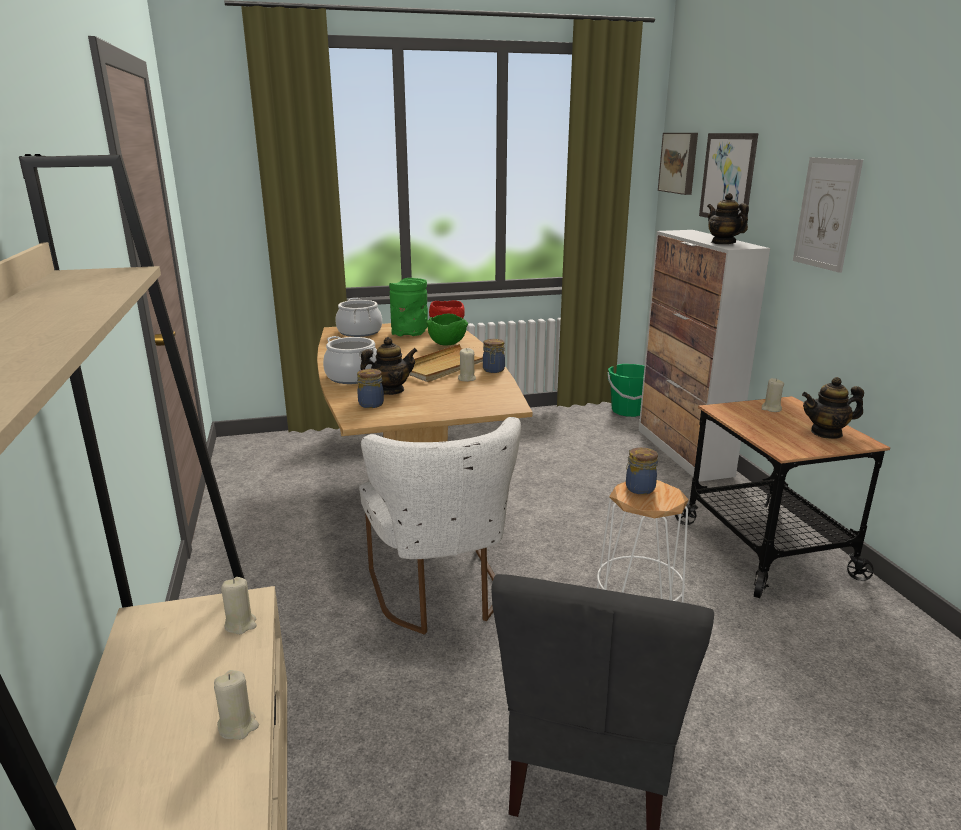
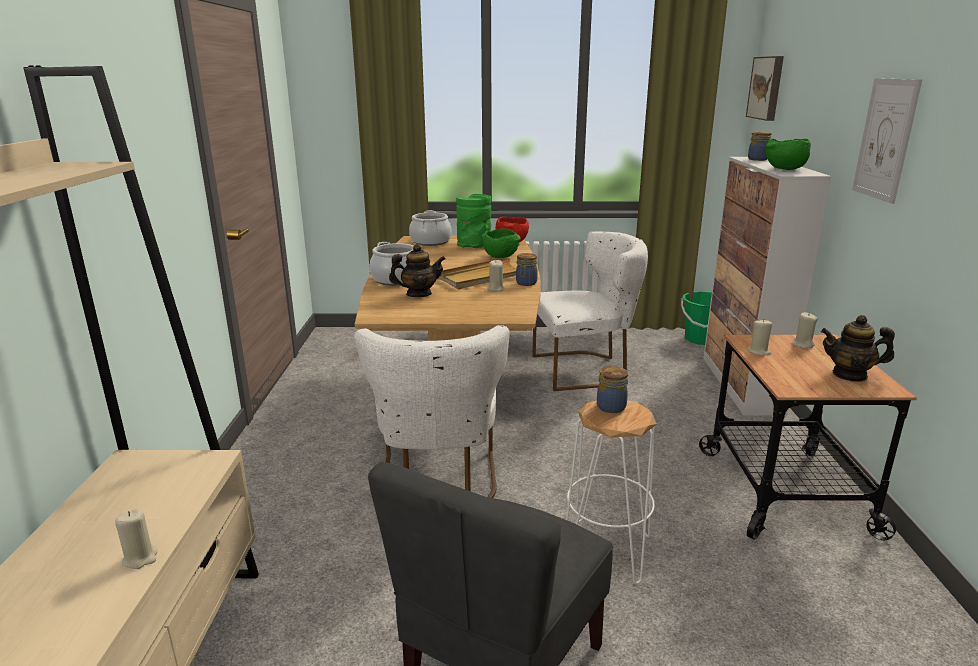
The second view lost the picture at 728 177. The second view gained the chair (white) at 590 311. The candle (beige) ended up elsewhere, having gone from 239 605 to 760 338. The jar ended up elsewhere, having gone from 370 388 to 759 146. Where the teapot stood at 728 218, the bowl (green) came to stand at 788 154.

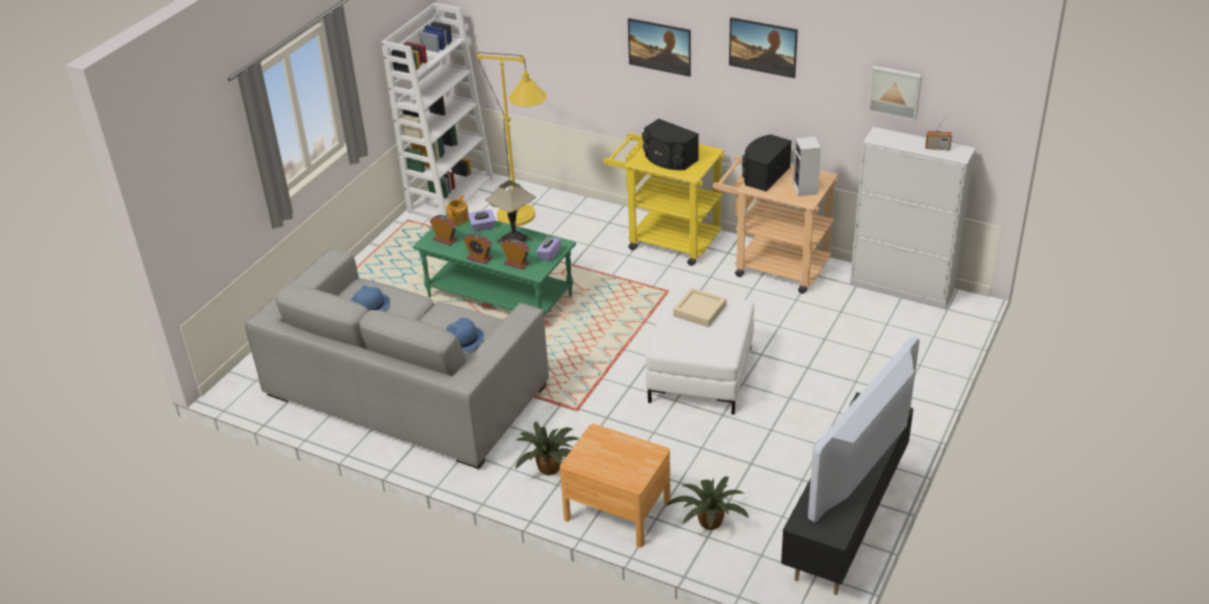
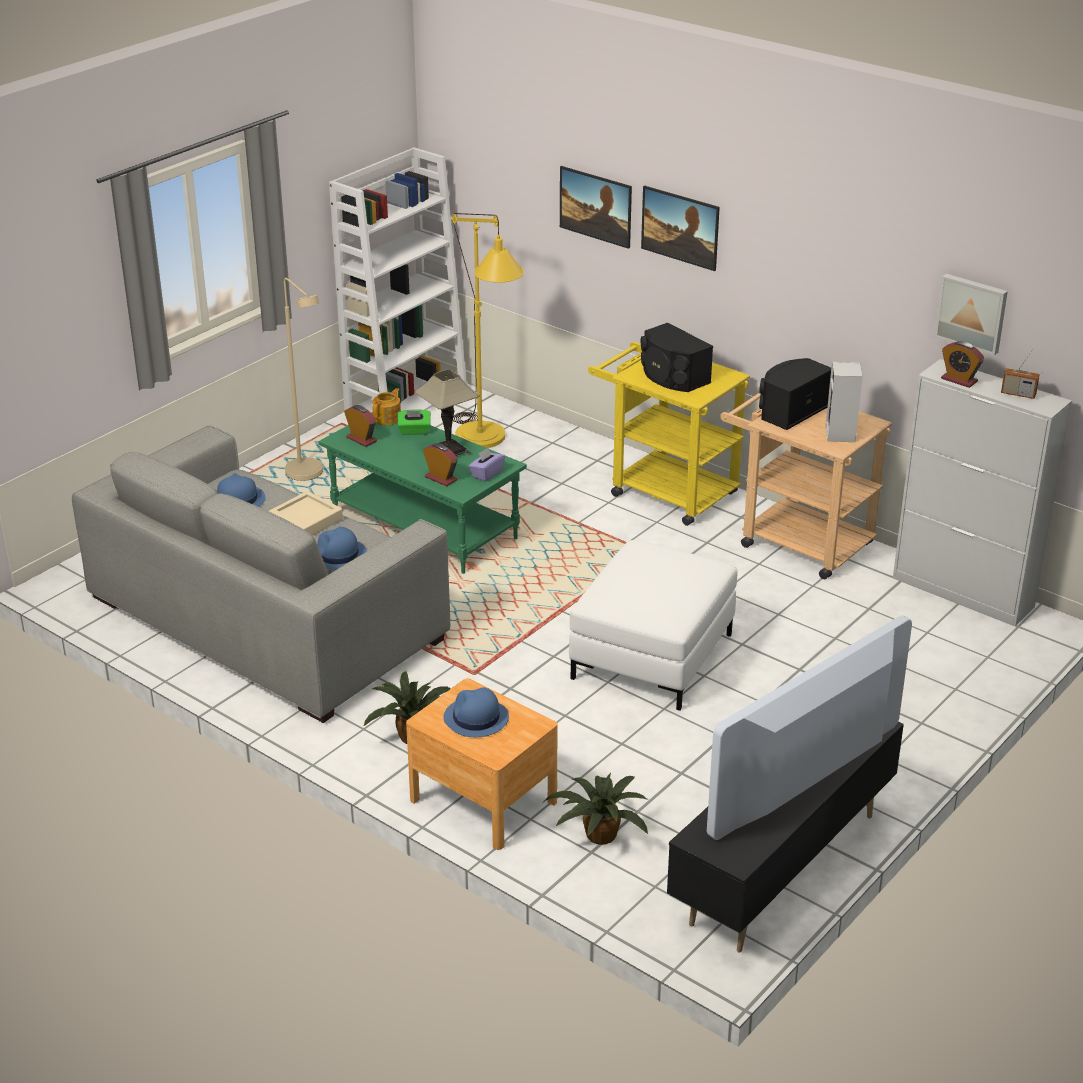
The second view gained the floor lamp (beige) at 303 379. The second view gained the hat (blue) at 476 712. The alarm clock ended up elsewhere, having gone from 477 248 to 962 364. The tray (beige) ended up elsewhere, having gone from 699 307 to 306 513. The picture ended up elsewhere, having gone from 763 47 to 596 207. What was the tissue box (purple) at 481 220 turned into the tissue box (green) at 414 422.

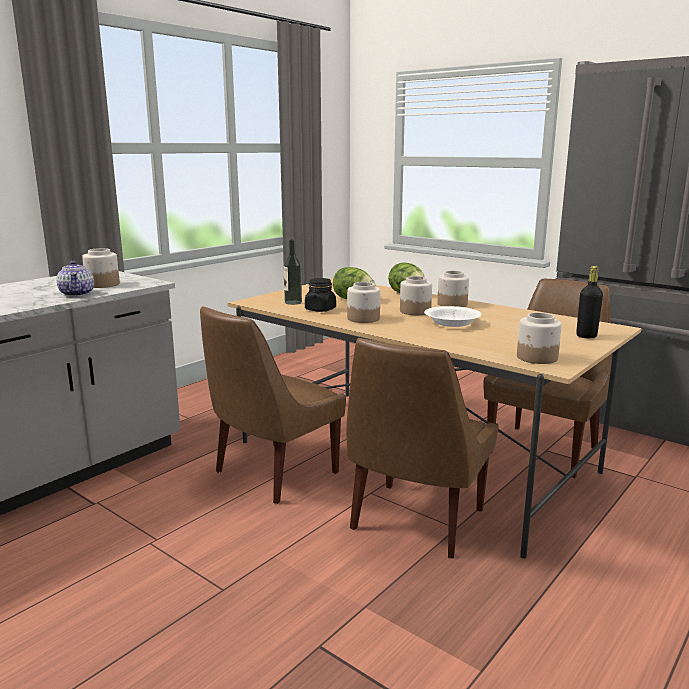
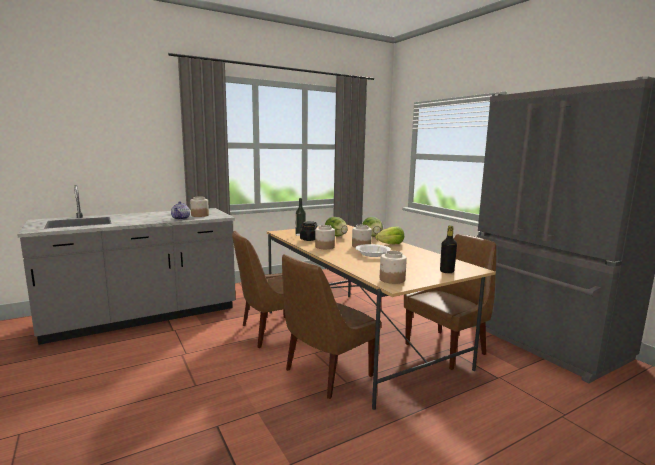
Where the jar stood at 453 289, the lettuce came to stand at 389 235.

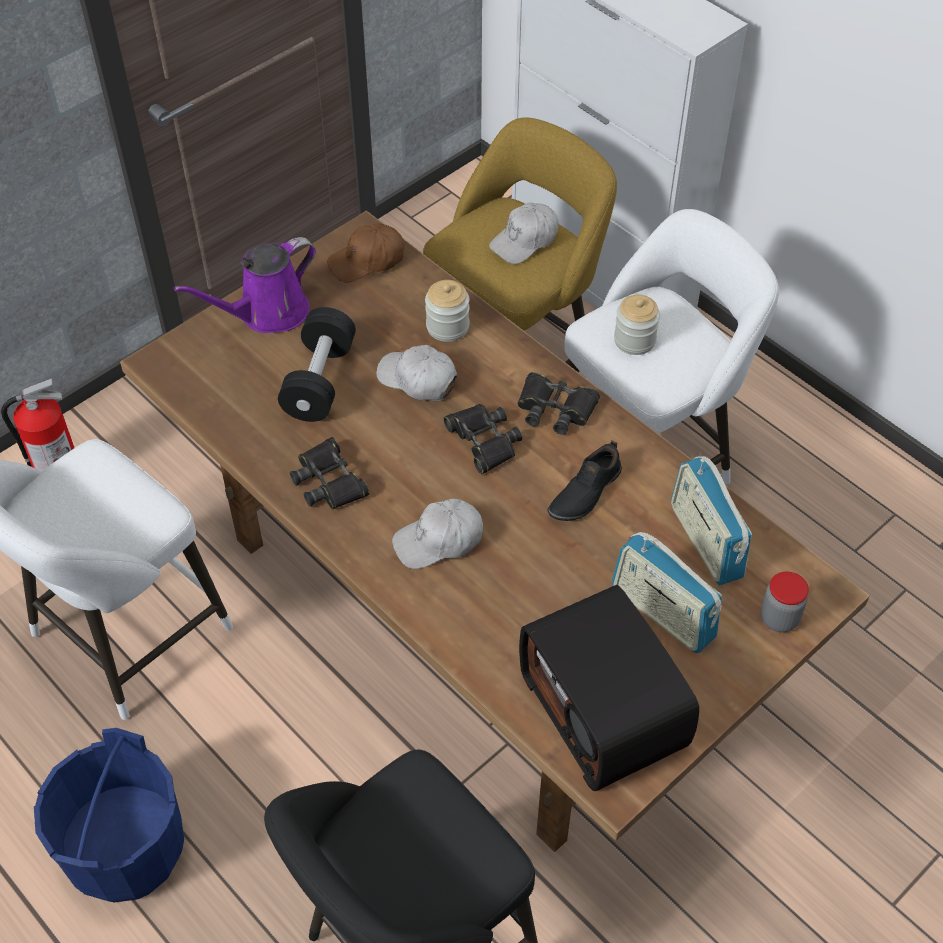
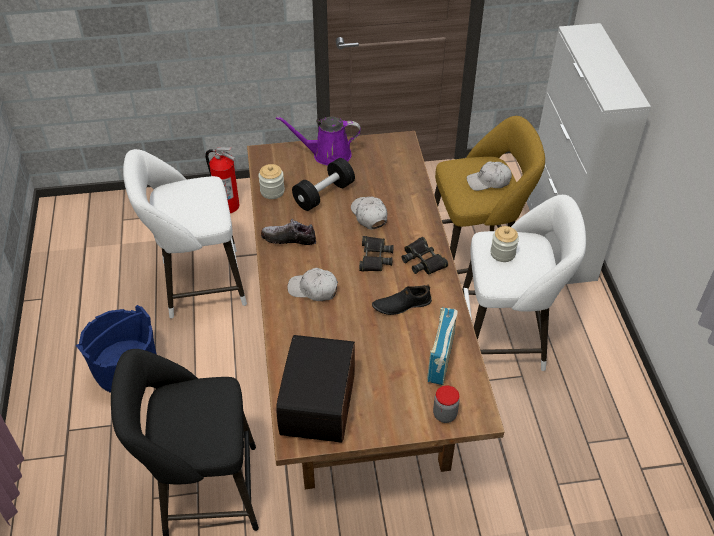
The second view lost the cap (brown) at 365 252. The second view lost the radio at 667 592. The jar ended up elsewhere, having gone from 447 311 to 271 181. Where the binoculars (black) stood at 330 473, the shoe came to stand at 288 232.

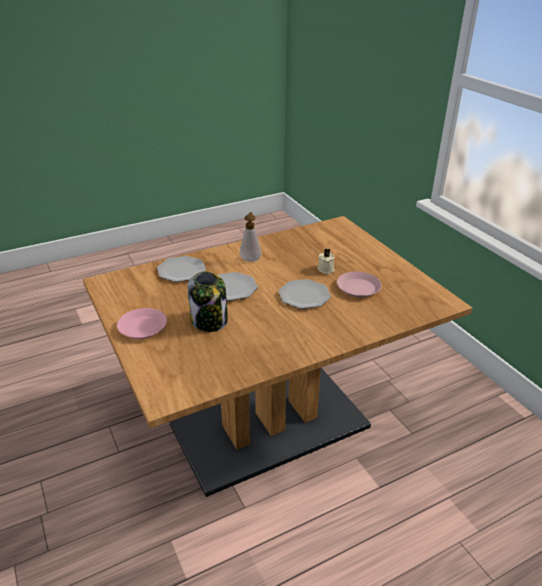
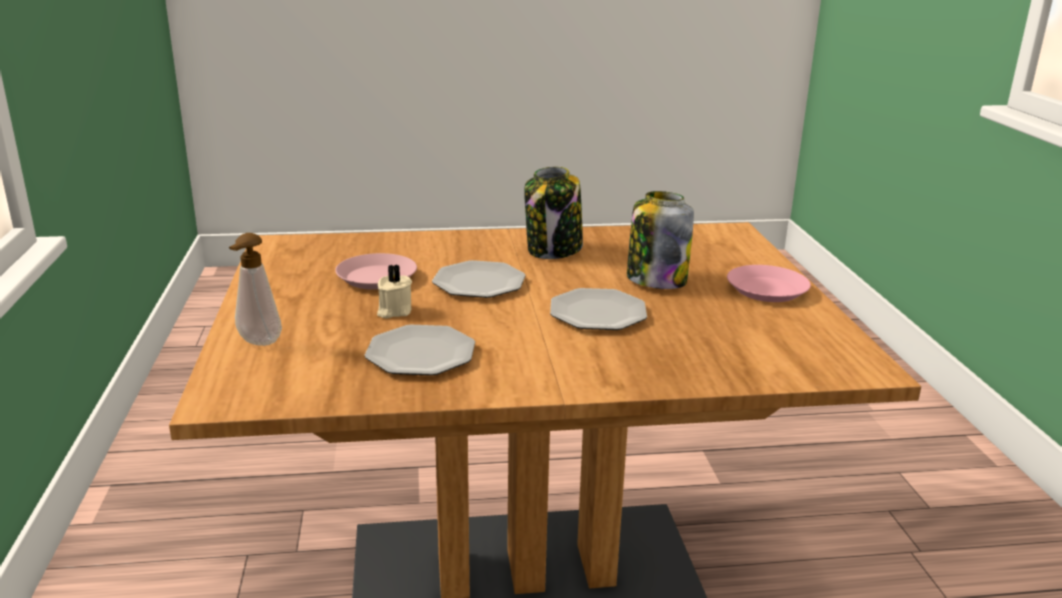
The second view gained the jar at 553 213. The plate ended up elsewhere, having gone from 181 269 to 420 350. The soap dispenser ended up elsewhere, having gone from 250 237 to 255 289.

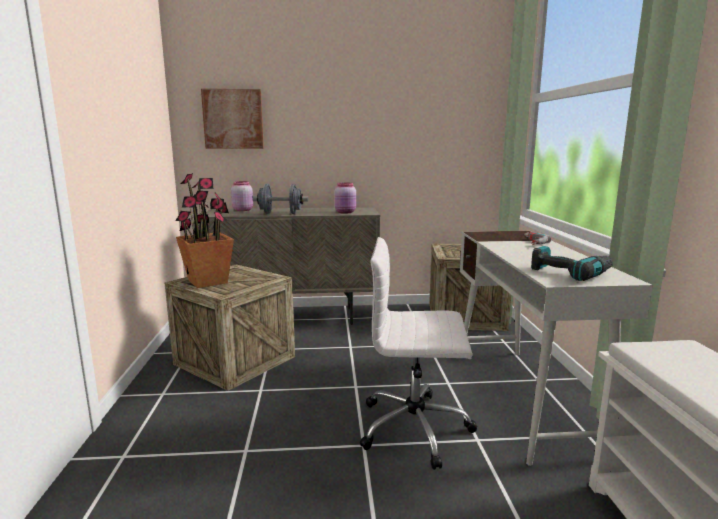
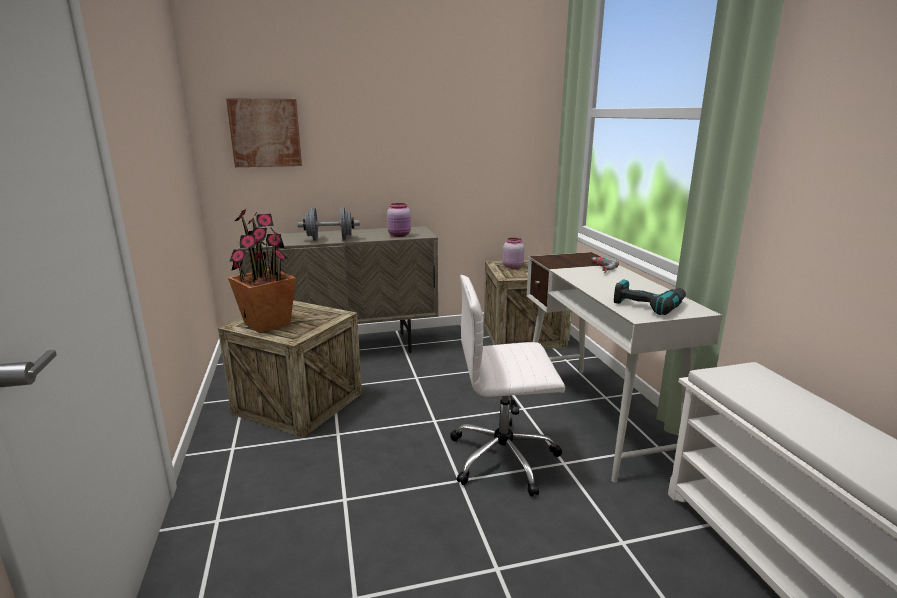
The jar (pink) ended up elsewhere, having gone from 242 196 to 513 253.

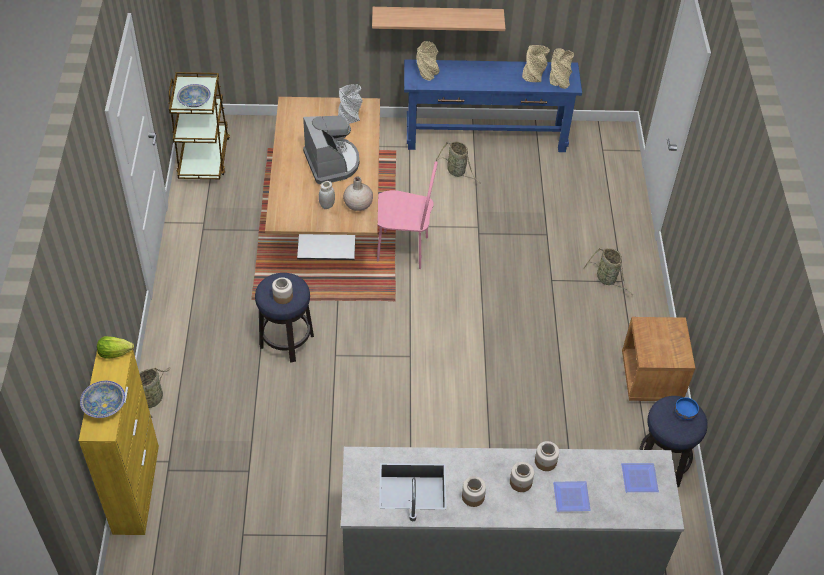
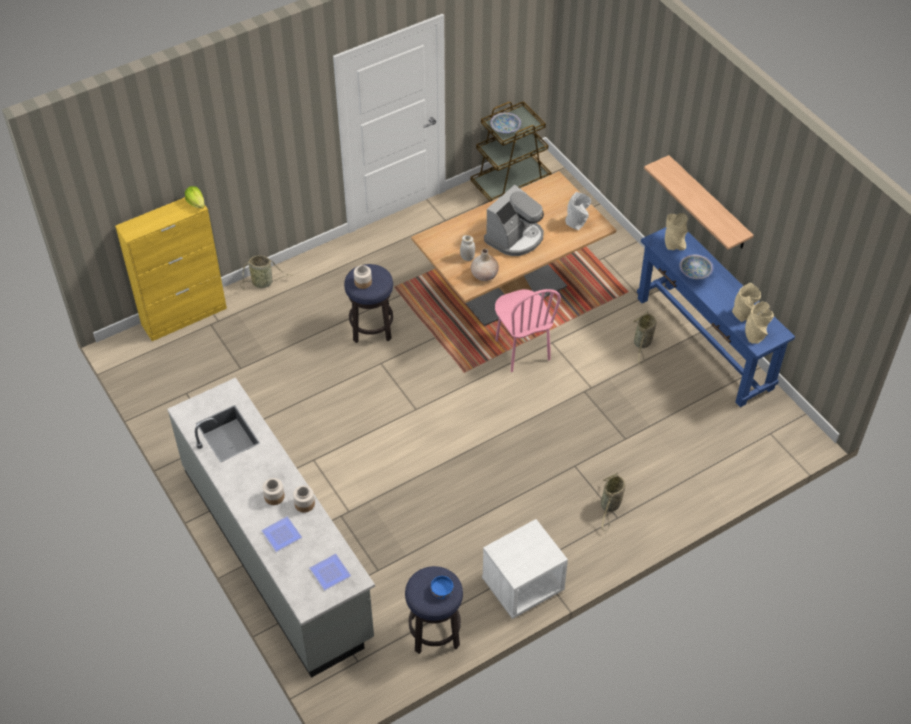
The second view lost the jar at 474 491. The bowl ended up elsewhere, having gone from 102 399 to 696 266. What was the nightstand (brown) at 658 359 turned into the nightstand (white) at 525 569.

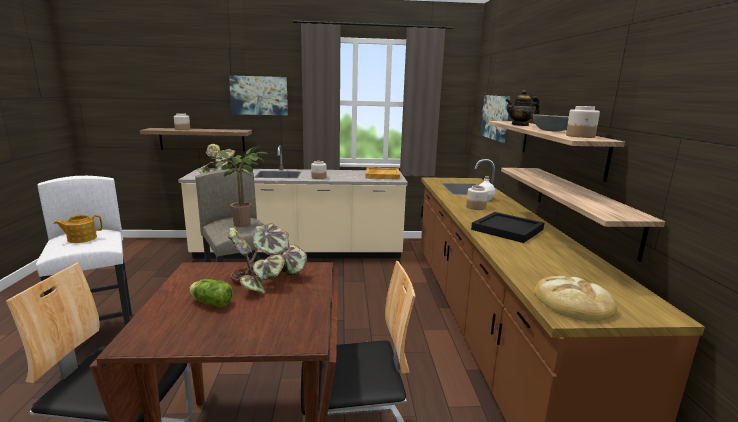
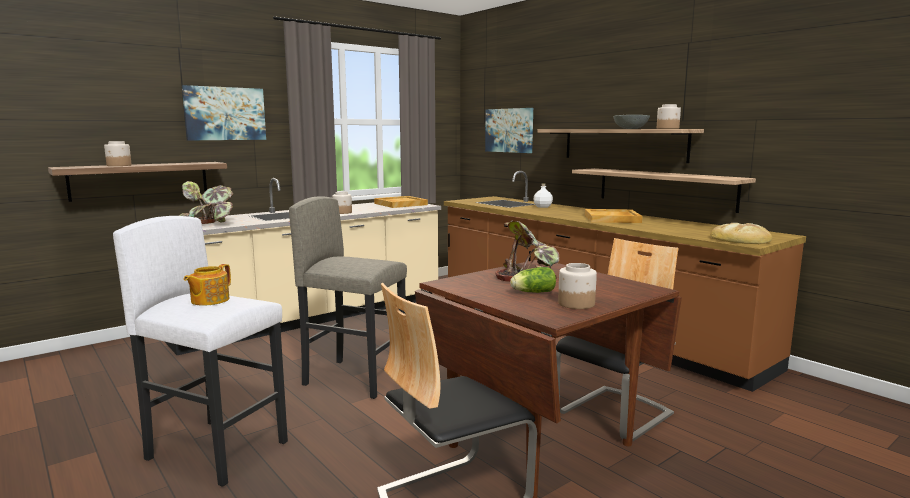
The second view lost the potted plant at 240 186. The second view lost the teapot at 522 108. The jar ended up elsewhere, having gone from 477 198 to 577 286. What was the tray (black) at 507 227 turned into the tray (beige) at 613 216.

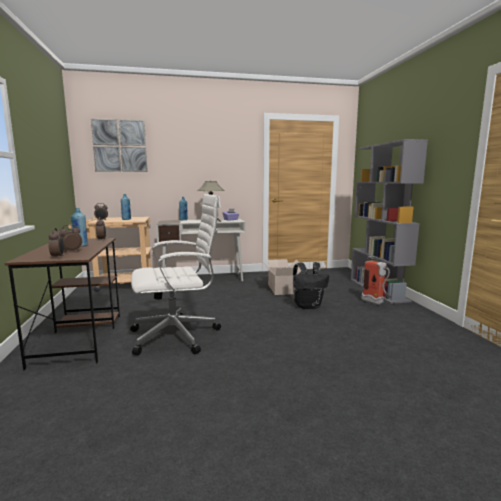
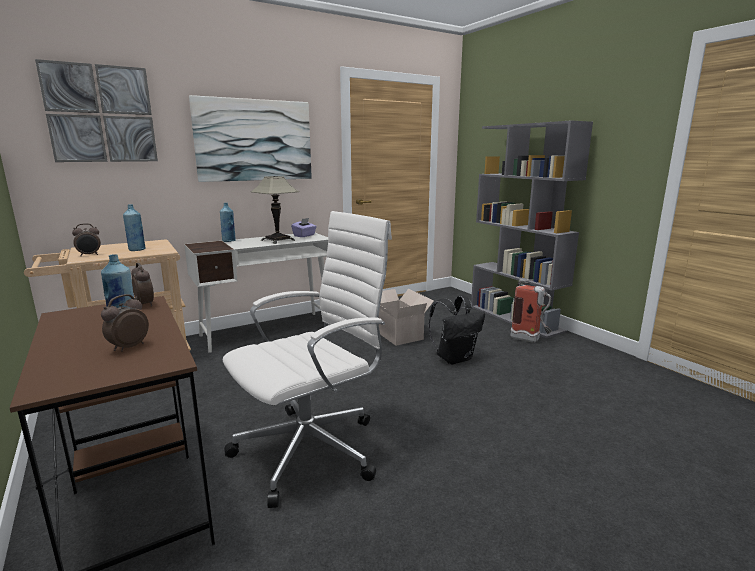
The second view lost the alarm clock at 56 243. The second view gained the picture at 250 138.

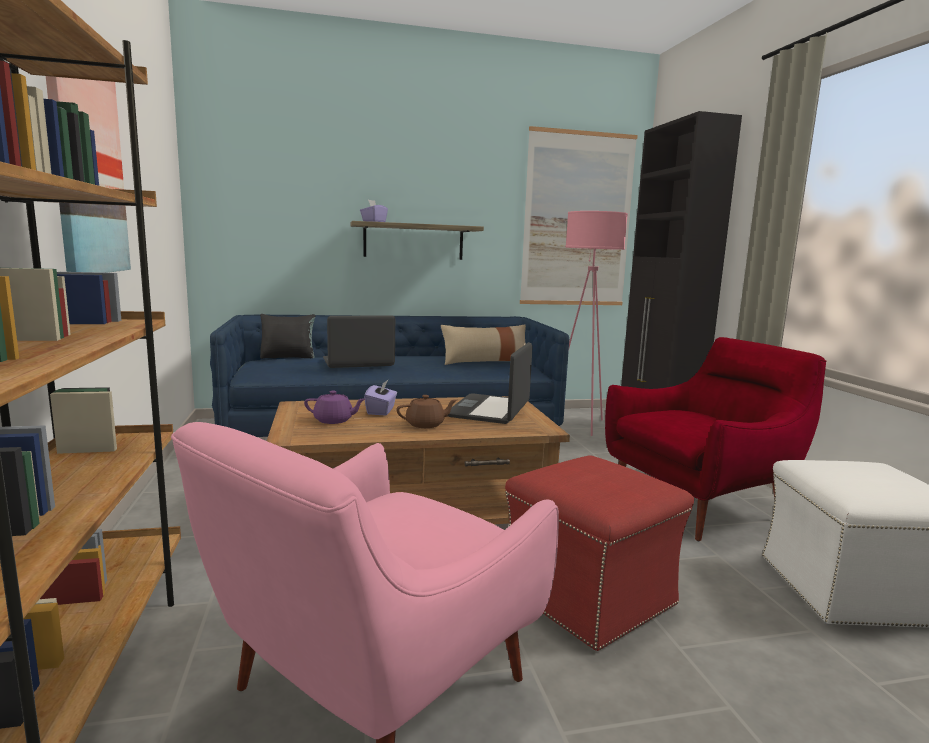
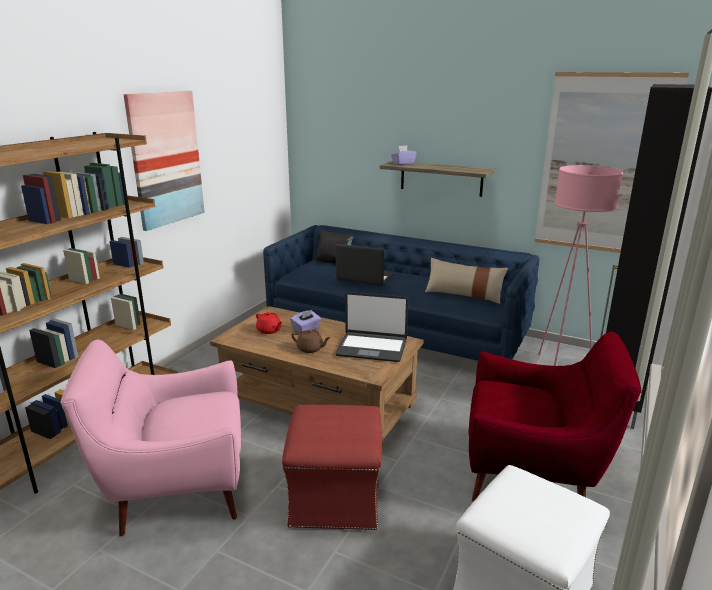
What was the teapot (purple) at 334 407 turned into the teapot (red) at 269 323. The laptop at 490 383 ended up facing another way, 135 degrees counterclockwise from before.

